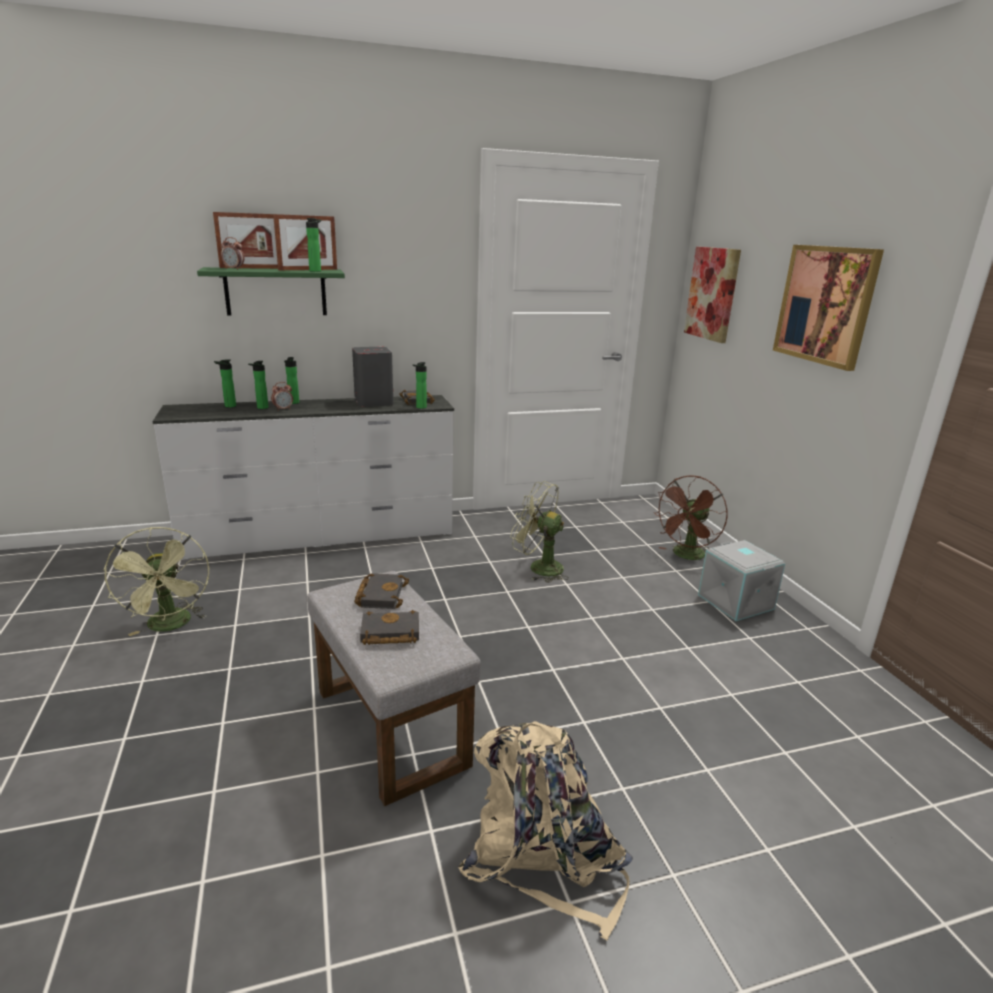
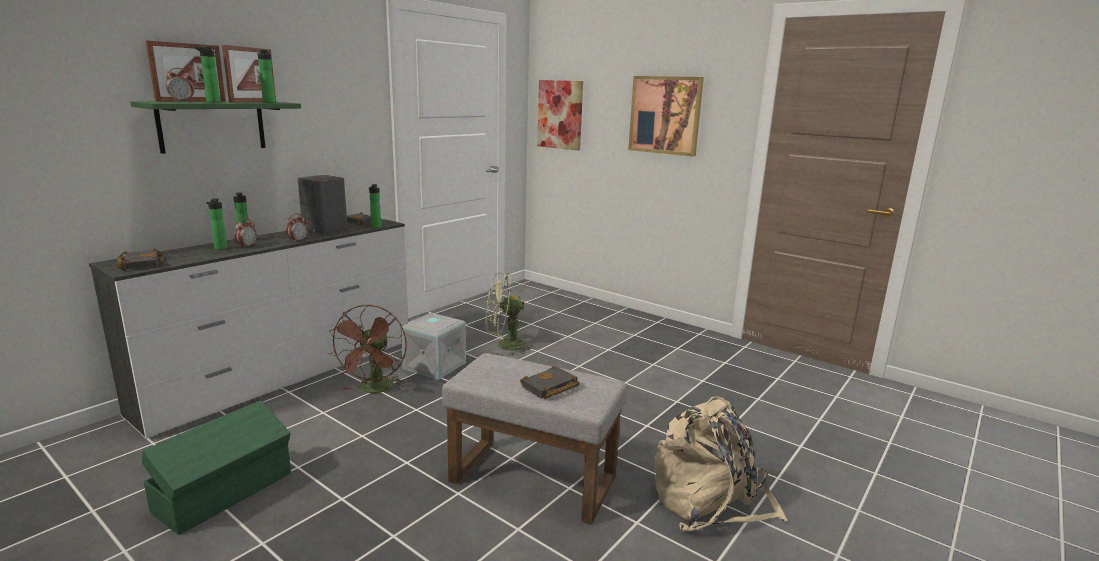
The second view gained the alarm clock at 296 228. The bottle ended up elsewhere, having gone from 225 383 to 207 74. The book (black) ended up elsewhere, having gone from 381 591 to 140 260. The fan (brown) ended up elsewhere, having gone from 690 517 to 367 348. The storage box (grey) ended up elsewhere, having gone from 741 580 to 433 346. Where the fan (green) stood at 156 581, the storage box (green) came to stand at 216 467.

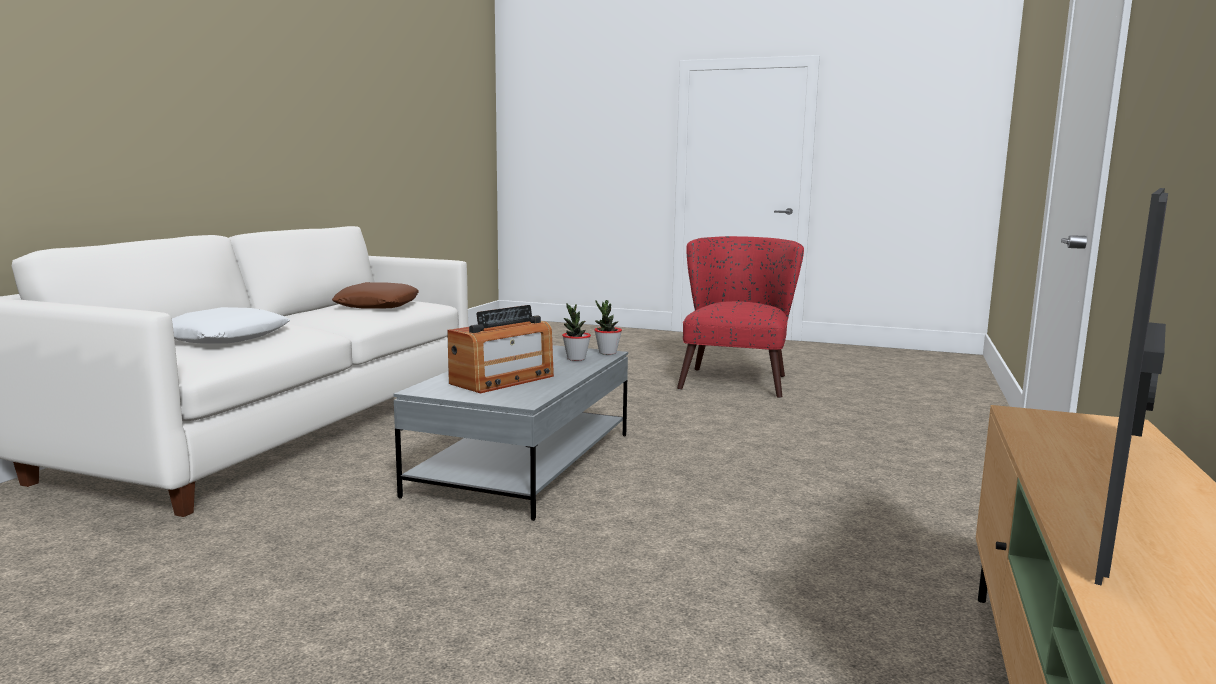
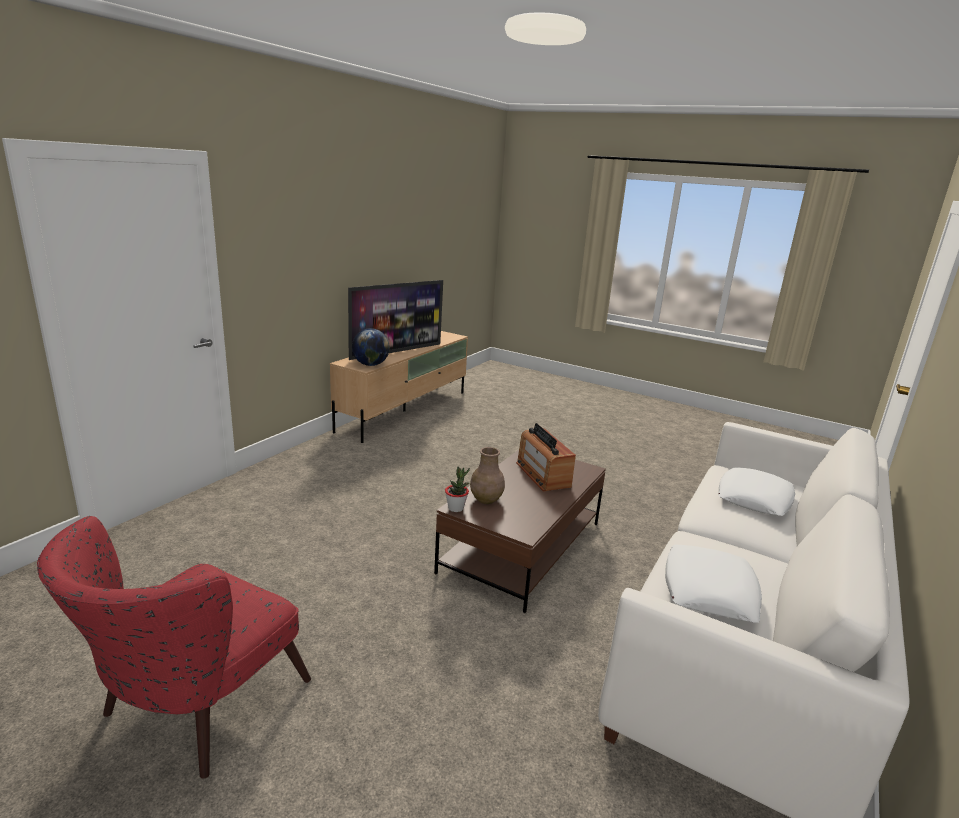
The second view gained the globe at 371 347. Where the potted plant stood at 576 332, the vase (brown) came to stand at 487 475. What was the pillow (brown) at 375 295 turned into the pillow (white) at 713 584. What was the coffee table (grey) at 511 433 turned into the coffee table (brown) at 520 531. The radio at 500 349 ended up facing another way, 75 degrees counterclockwise from before.

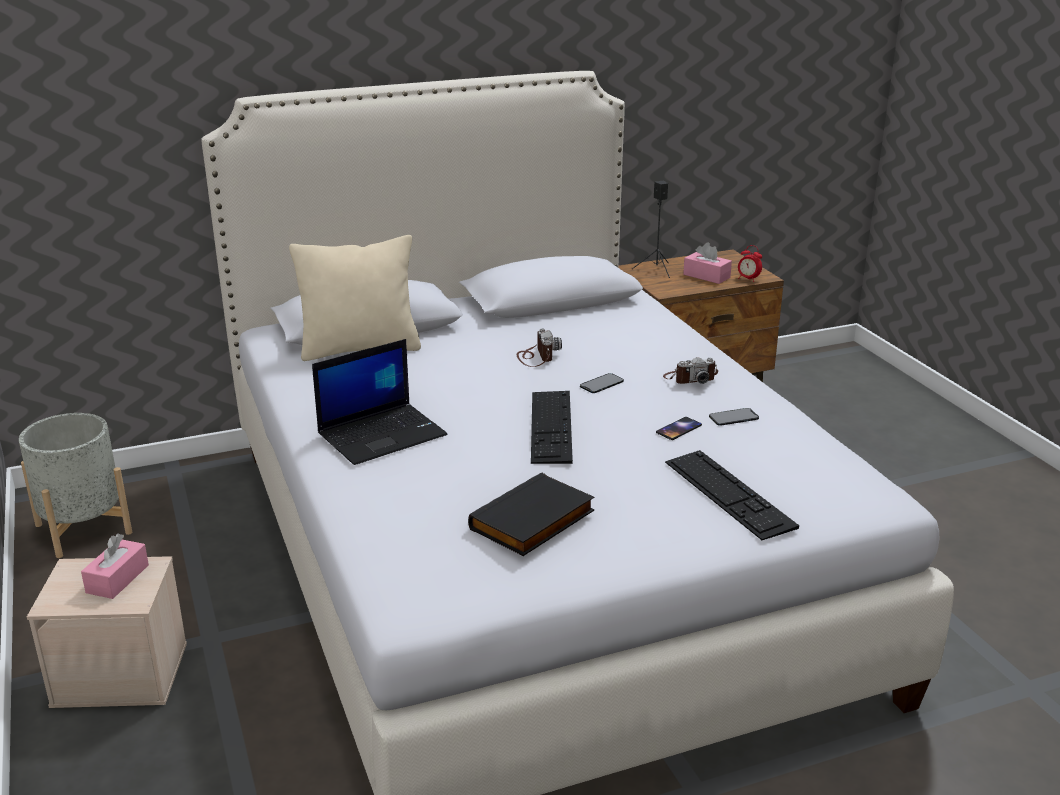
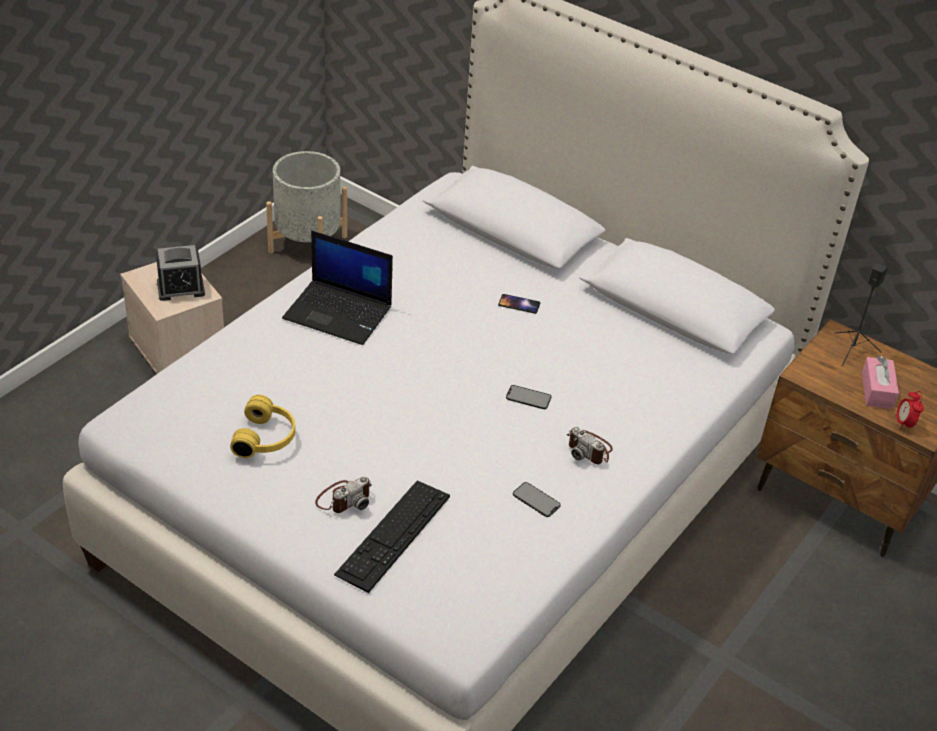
The second view lost the pillow (beige) at 355 298. The second view lost the keyboard at 552 427. The photo camera ended up elsewhere, having gone from 539 347 to 343 494. The phone ended up elsewhere, having gone from 679 428 to 519 304. Where the tissue box (pink) stood at 115 566, the alarm clock came to stand at 180 273. Where the book (black) stood at 531 514, the headphones (yellow) came to stand at 262 426.

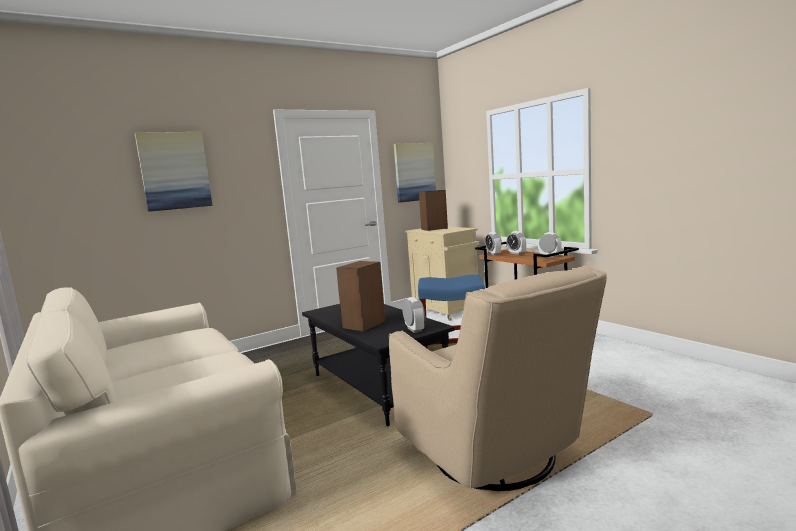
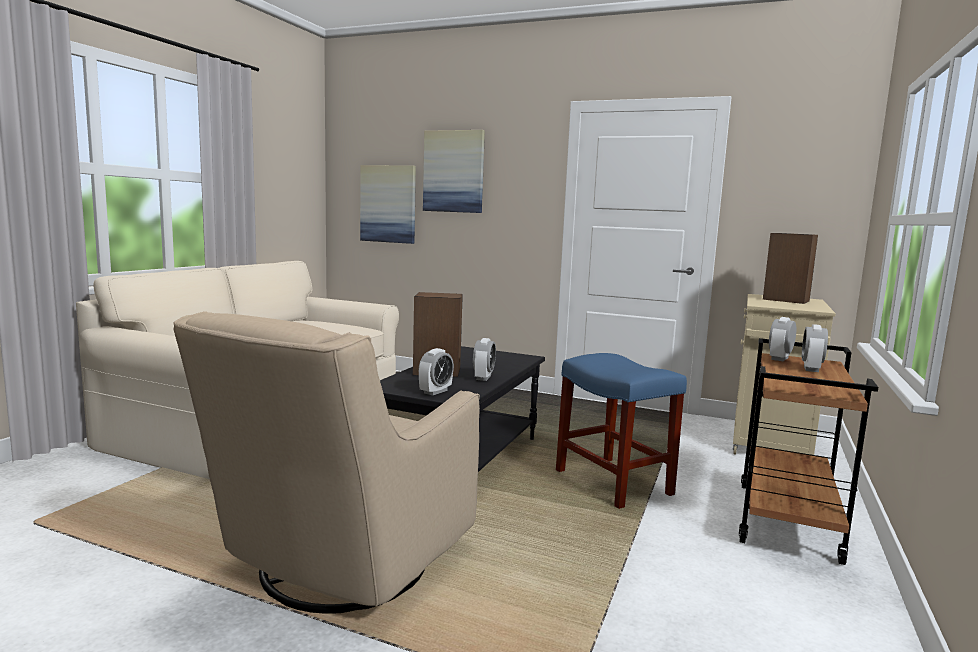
The picture ended up elsewhere, having gone from 415 173 to 388 204. The alarm clock ended up elsewhere, having gone from 550 244 to 484 359.

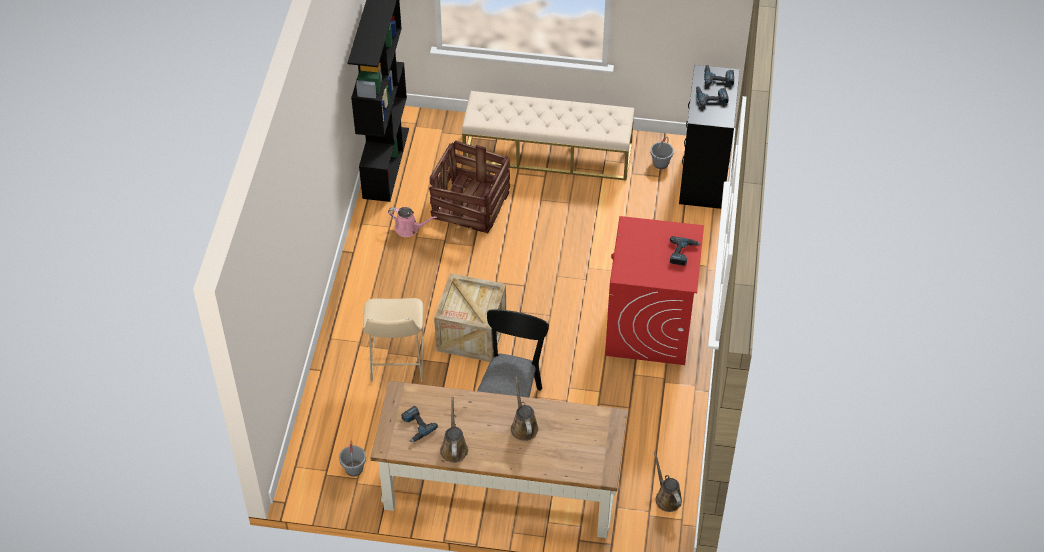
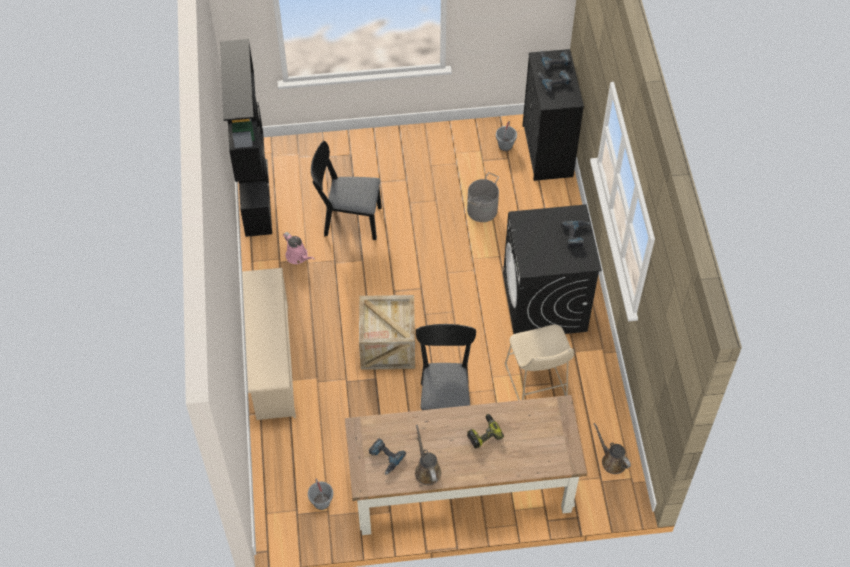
The second view lost the bench (beige) at 548 136. The second view gained the shoe rack (beige) at 269 344. The second view gained the bucket (grey) at 483 197. The stool (beige) ended up elsewhere, having gone from 393 340 to 539 362. Where the crate stood at 469 186, the chair (black) came to stand at 346 190. Where the watering can (brown) stood at 525 409, the power drill came to stand at 485 431. What was the washing machine (red) at 654 290 turned into the washing machine (black) at 552 269. The watering can (pink) at 412 222 ended up facing another way, 45 degrees clockwise from before.

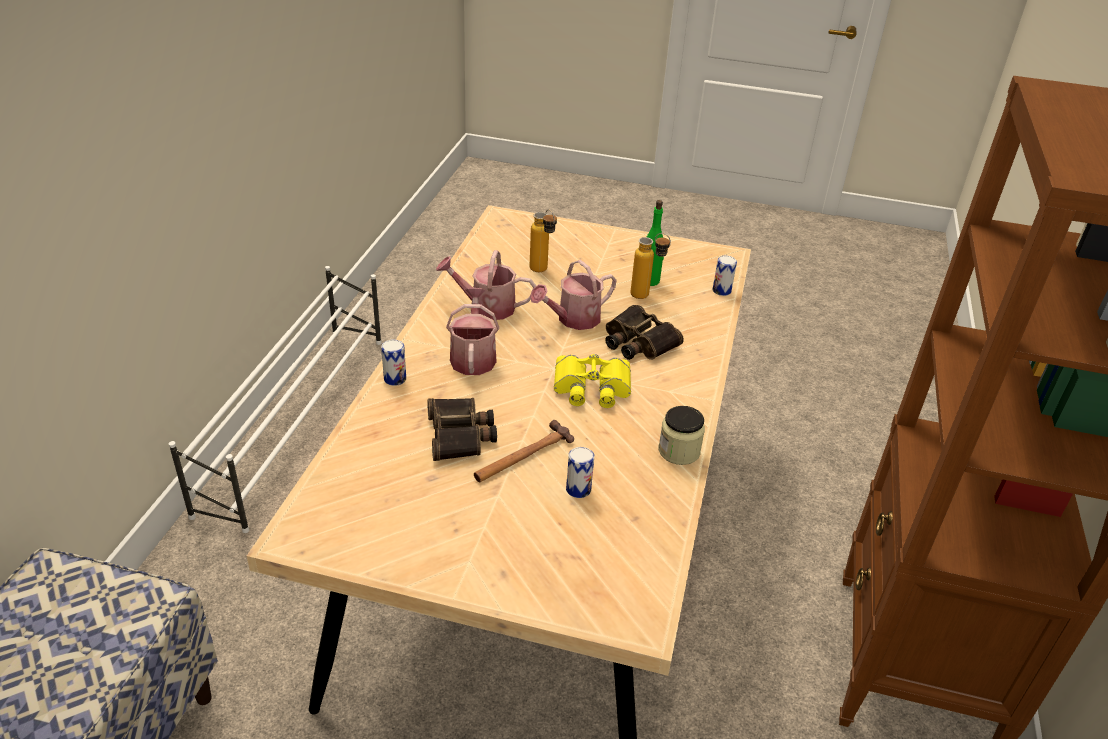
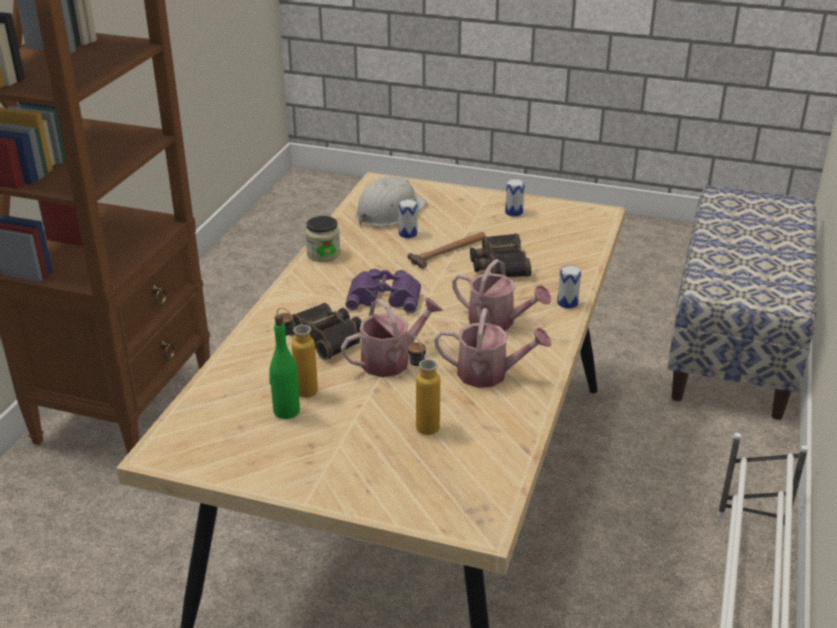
The second view gained the hard hat (white) at 391 201. The can ended up elsewhere, having gone from 724 275 to 515 198. What was the binoculars (yellow) at 592 381 turned into the binoculars (purple) at 383 291. The watering can at 472 331 ended up facing another way, 60 degrees counterclockwise from before.

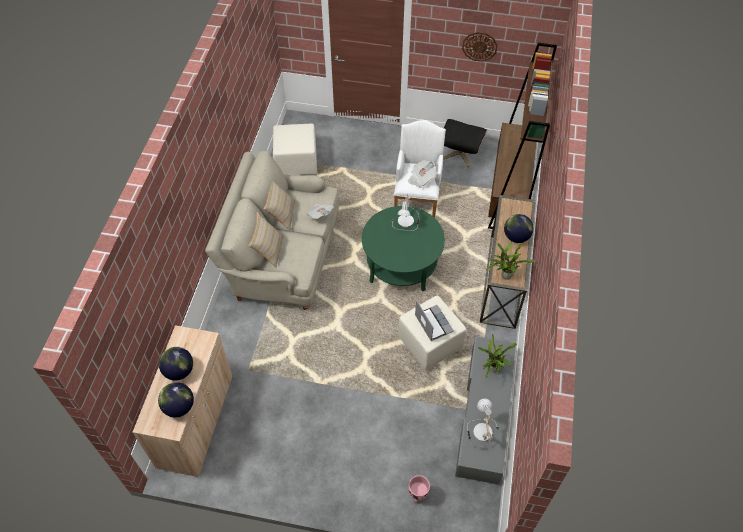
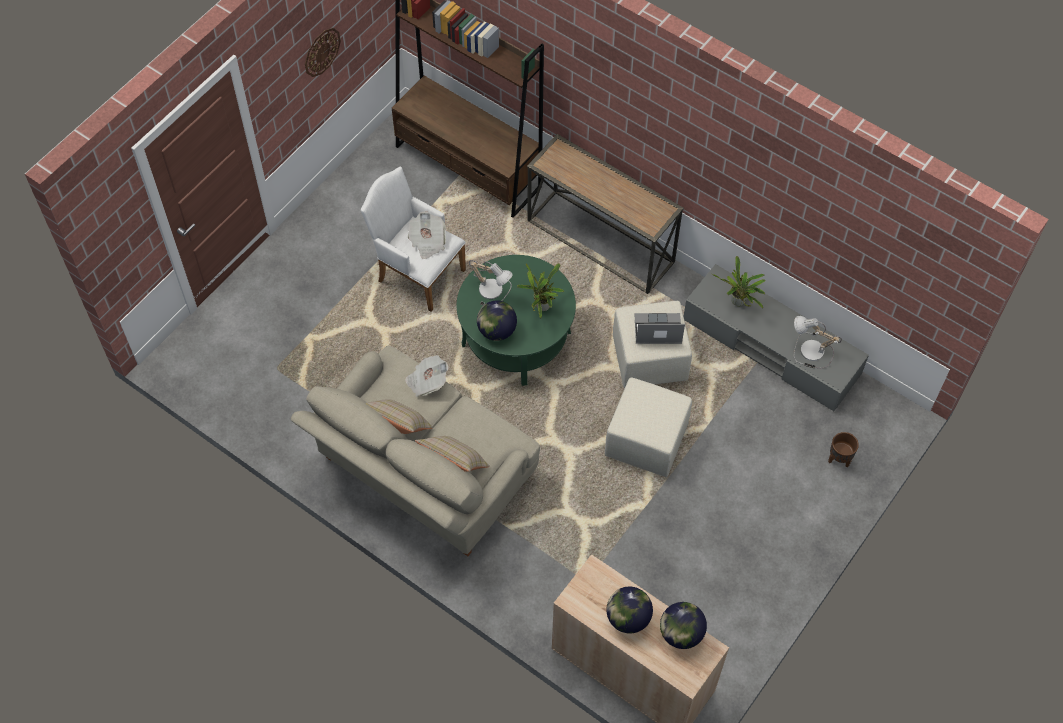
The second view lost the ottoman (black) at 465 143. The ottoman (beige) ended up elsewhere, having gone from 295 149 to 648 427. The potted plant ended up elsewhere, having gone from 510 261 to 540 291. The globe ended up elsewhere, having gone from 519 228 to 497 320. What was the planter (pink) at 419 489 turned into the planter (brown) at 843 449.

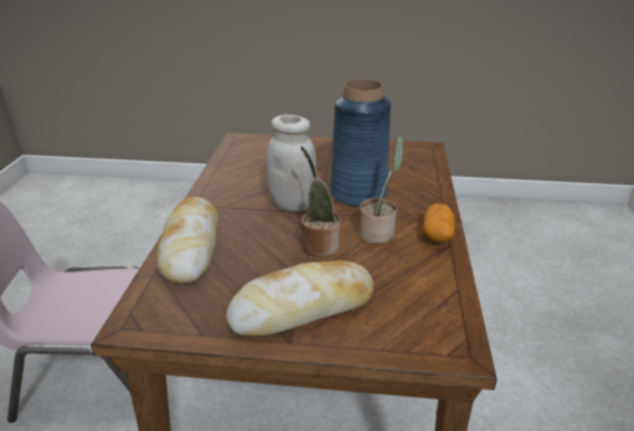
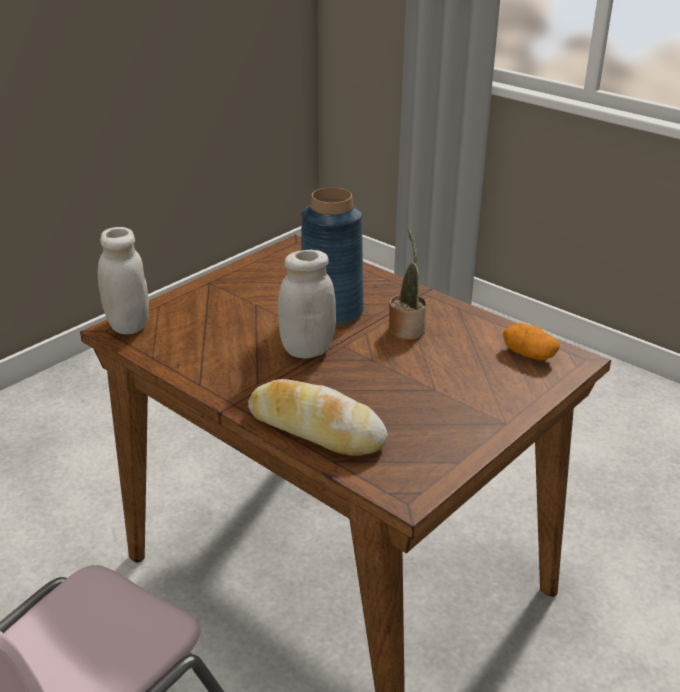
The second view lost the bread at 299 298. The second view lost the potted plant at 320 201. The second view gained the jar (white) at 123 280. The potato ended up elsewhere, having gone from 439 223 to 531 341.

